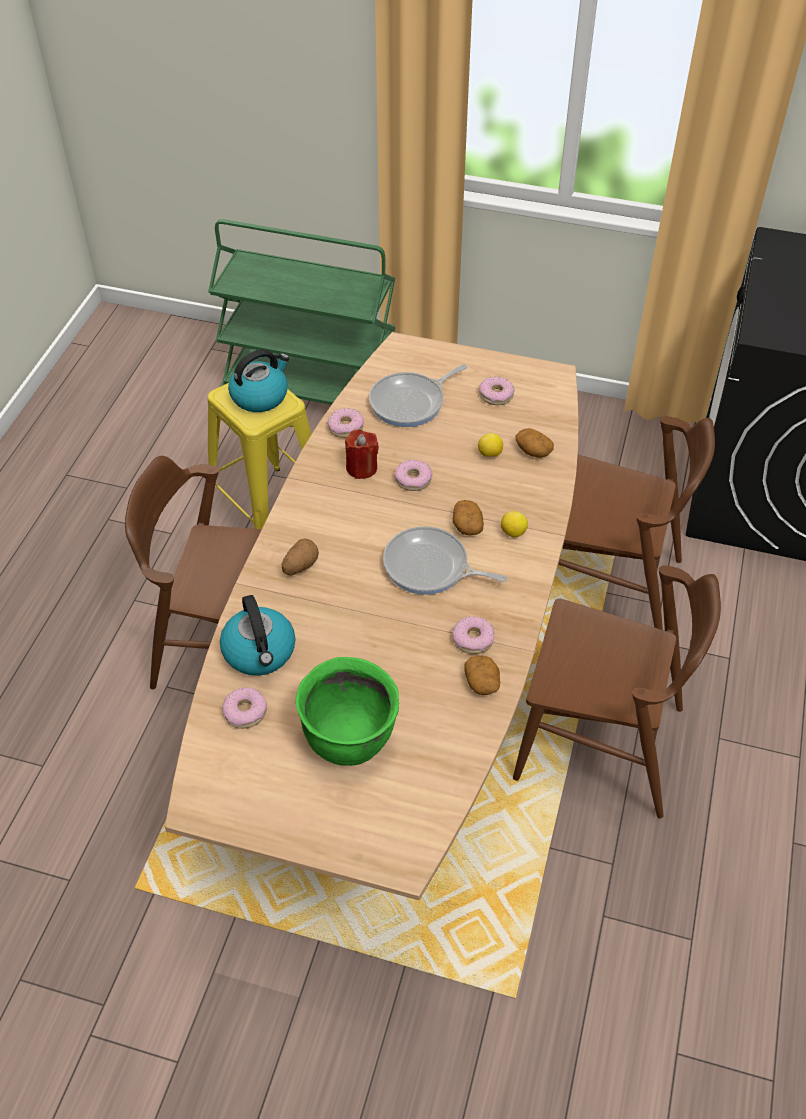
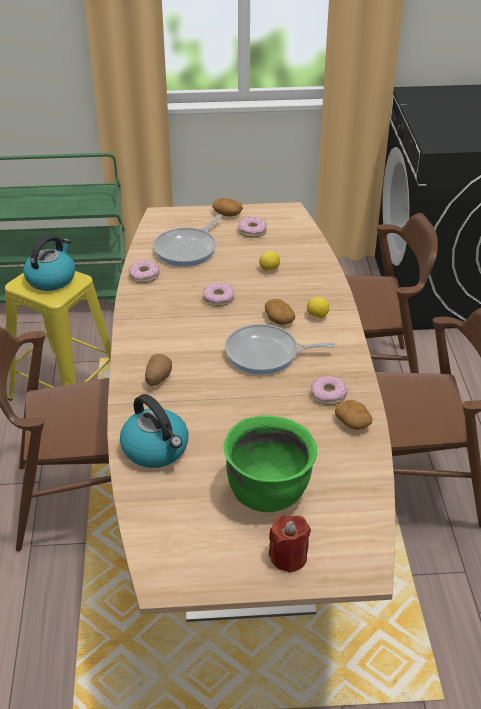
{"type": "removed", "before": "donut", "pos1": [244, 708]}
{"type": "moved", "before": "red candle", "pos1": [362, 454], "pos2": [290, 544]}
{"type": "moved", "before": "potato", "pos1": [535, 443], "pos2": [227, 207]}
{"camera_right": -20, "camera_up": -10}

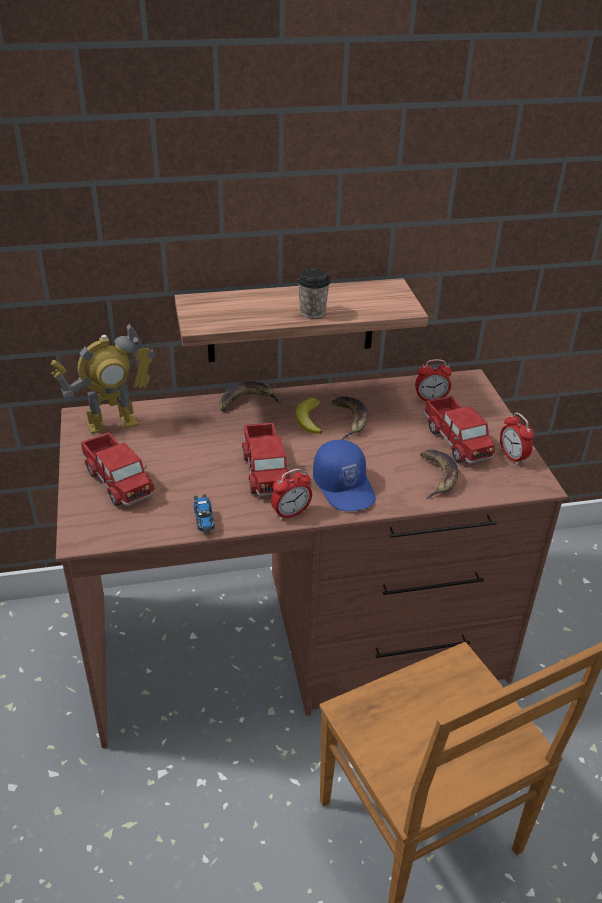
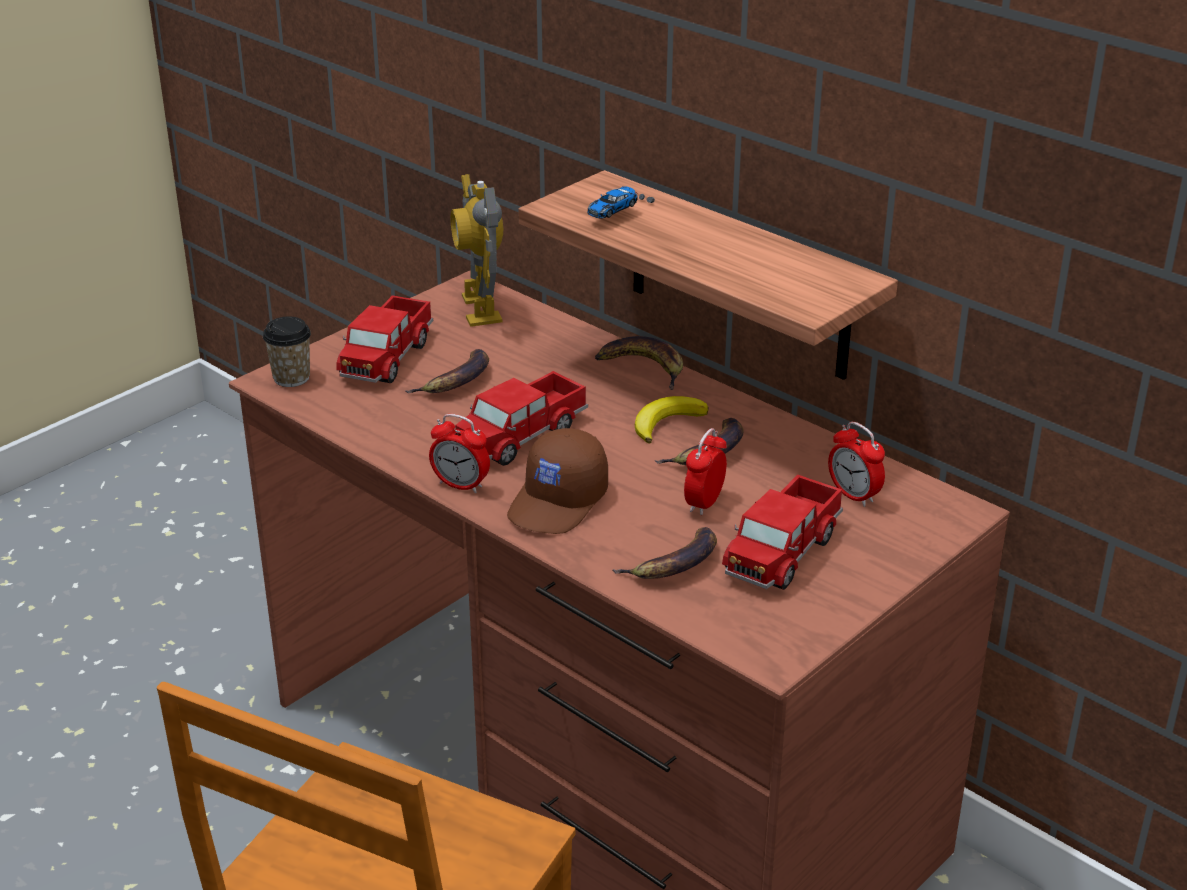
{"type": "added", "after": "banana", "pos2": [447, 371]}
{"type": "moved", "before": "toy car", "pos1": [204, 513], "pos2": [621, 202]}
{"type": "moved", "before": "cup", "pos1": [314, 293], "pos2": [287, 352]}
{"type": "moved", "before": "alarm clock", "pos1": [517, 439], "pos2": [705, 471]}
{"type": "recoloured", "before": "blue cap", "after": "brown cap", "pos1": [344, 475], "pos2": [557, 481]}
{"type": "turned", "before": "toy robot", "pos1": [103, 379], "pos2": [477, 250], "turn": 45}
{"camera_right": 55, "camera_up": -5}

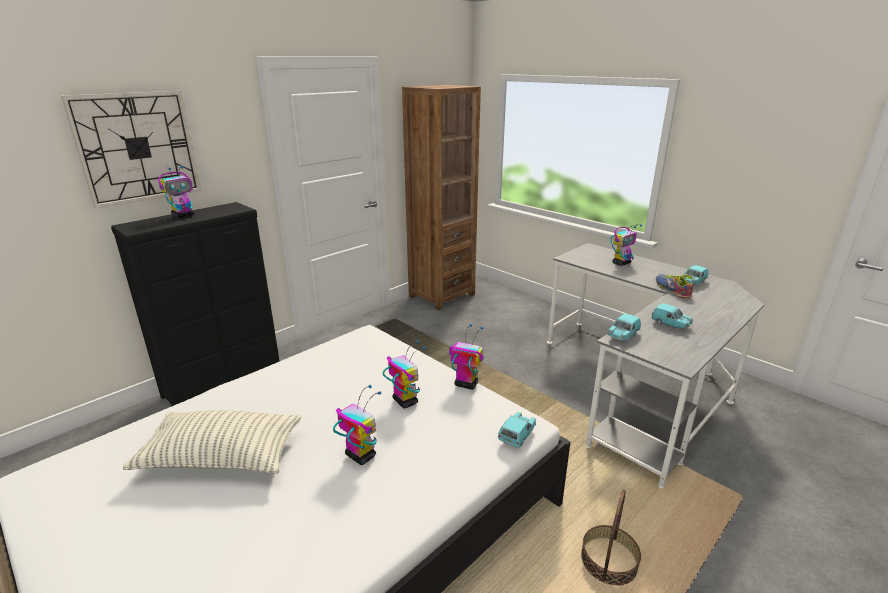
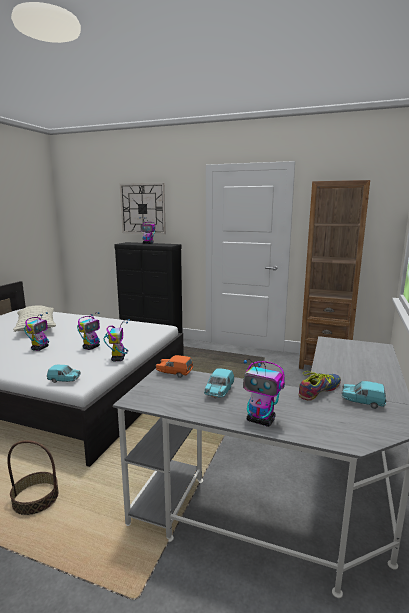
{"type": "moved", "before": "toy robot", "pos1": [626, 245], "pos2": [264, 393]}
{"type": "recoloured", "before": "turquoise toy car", "after": "orange toy car", "pos1": [624, 327], "pos2": [174, 366]}
{"camera_right": 65, "camera_up": -10}

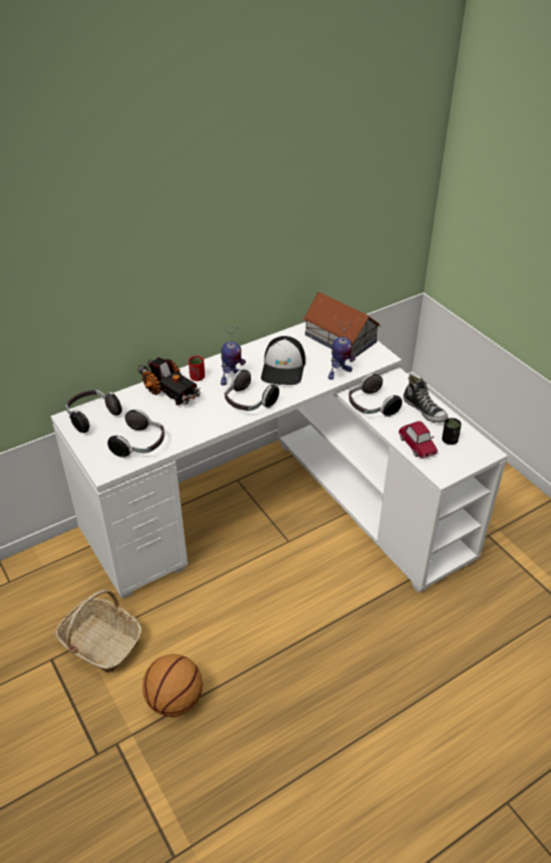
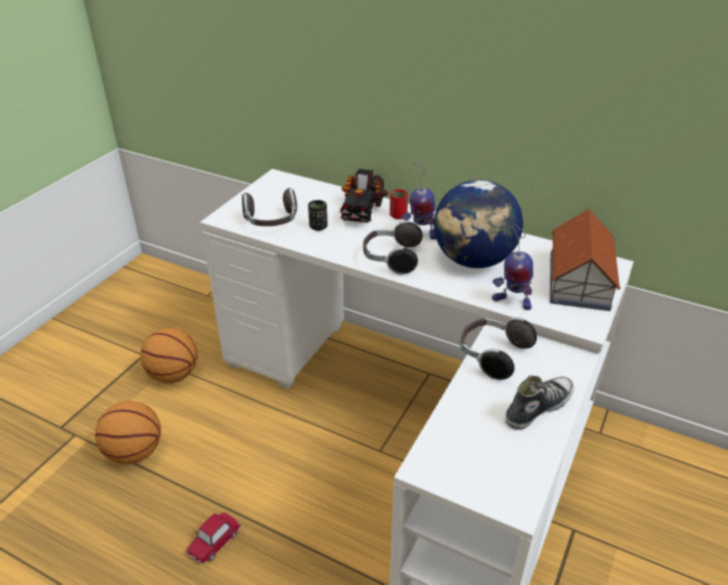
{"type": "removed", "before": "headphones", "pos1": [94, 411]}
{"type": "moved", "before": "toy car", "pos1": [418, 440], "pos2": [213, 538]}
{"type": "moved", "before": "black cup", "pos1": [451, 431], "pos2": [318, 215]}
{"type": "replaced", "before": "basket", "after": "basketball", "pos1": [98, 631], "pos2": [169, 355]}
{"type": "replaced", "before": "cap", "after": "globe", "pos1": [283, 360], "pos2": [478, 224]}
{"type": "turned", "before": "shoe", "pos1": [425, 399], "pos2": [540, 402], "turn": -150}
{"camera_right": 60, "camera_up": -5}

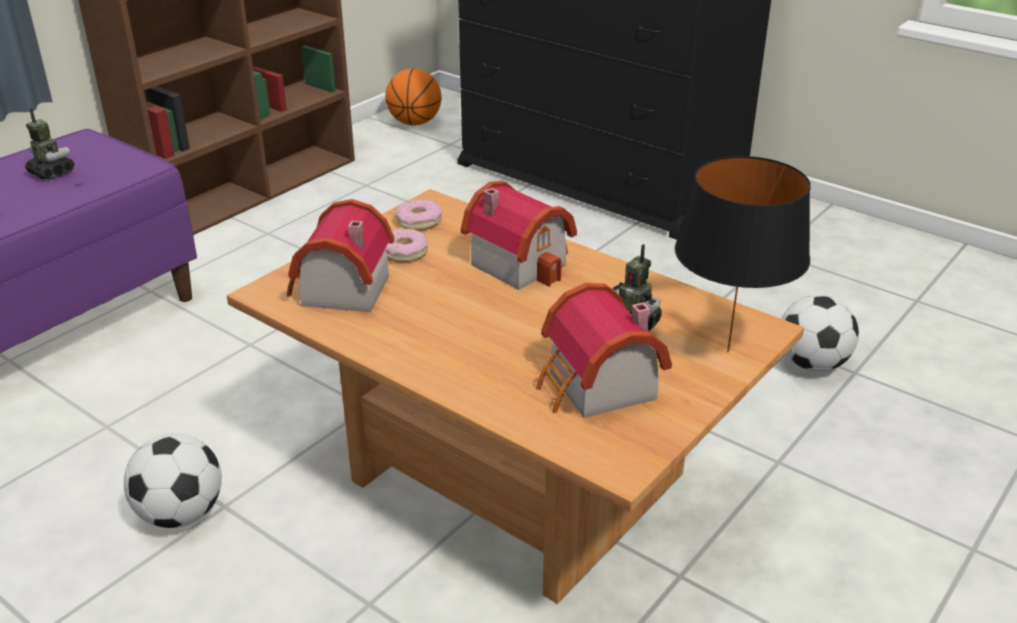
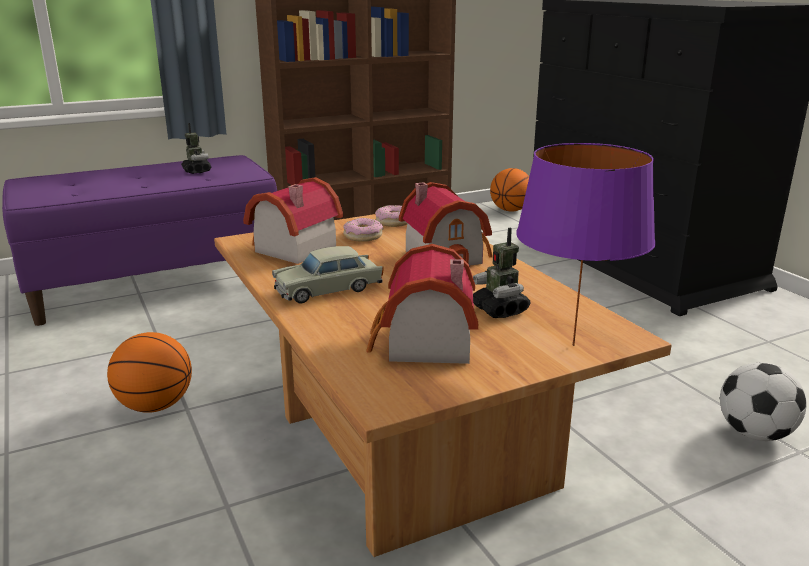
{"type": "added", "after": "beige toy car", "pos2": [328, 274]}
{"type": "replaced", "before": "football", "after": "basketball", "pos1": [173, 480], "pos2": [149, 372]}
{"type": "recoloured", "before": "black table lamp", "after": "purple table lamp", "pos1": [743, 254], "pos2": [586, 244]}
{"camera_right": 25, "camera_up": -10}

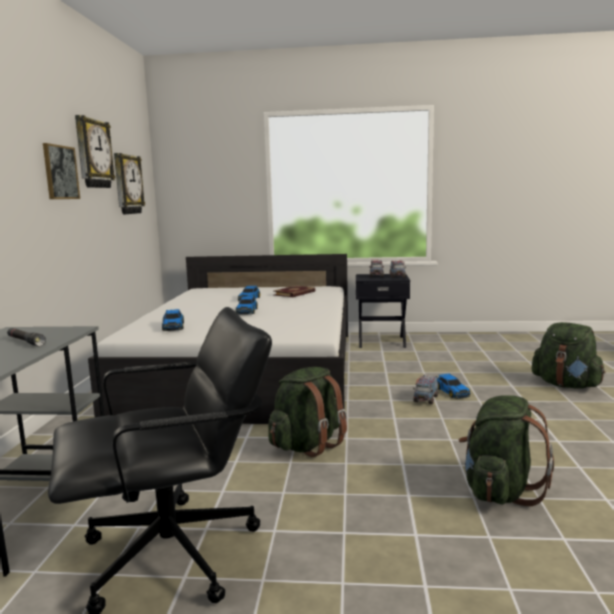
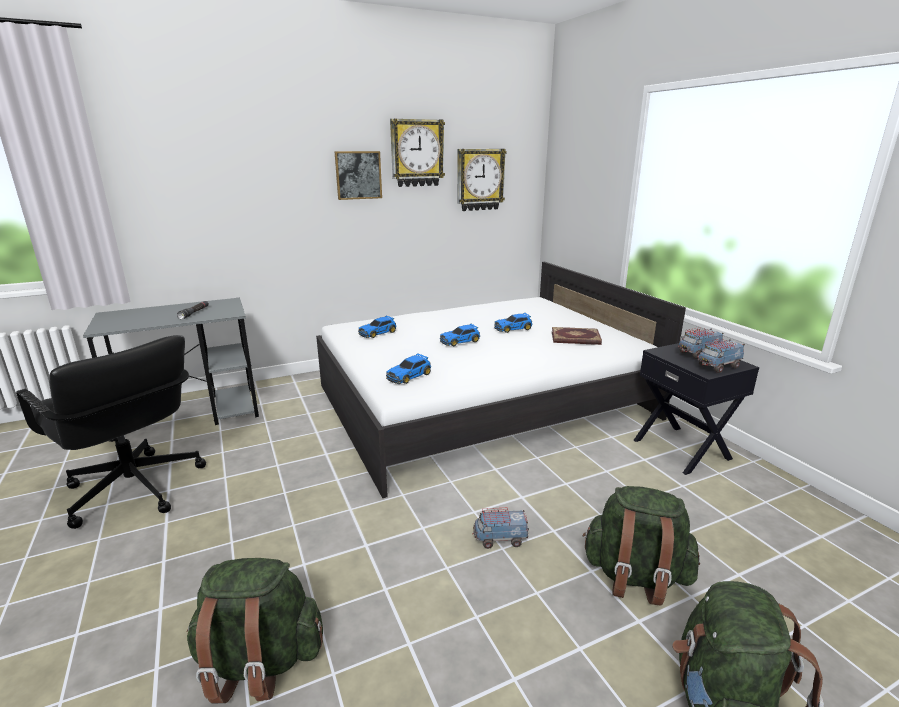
{"type": "moved", "before": "green backpack", "pos1": [307, 412], "pos2": [641, 546]}
{"type": "moved", "before": "toy car", "pos1": [454, 386], "pos2": [408, 368]}
{"camera_right": 60, "camera_up": 10}

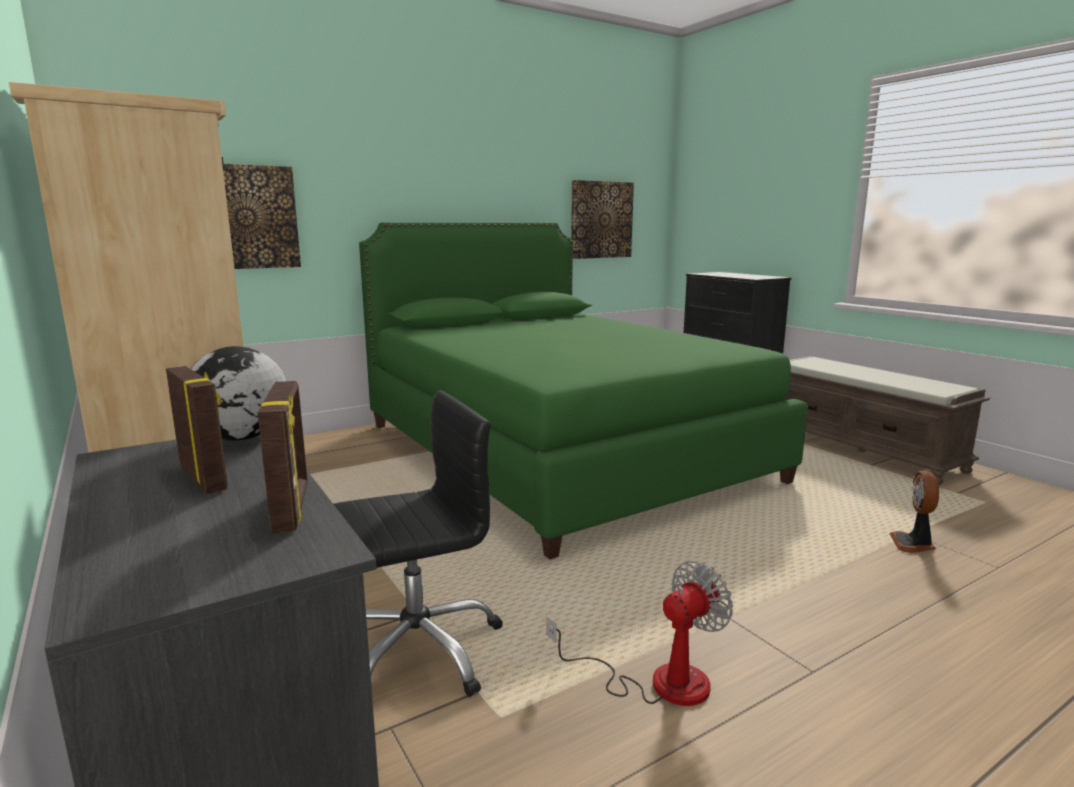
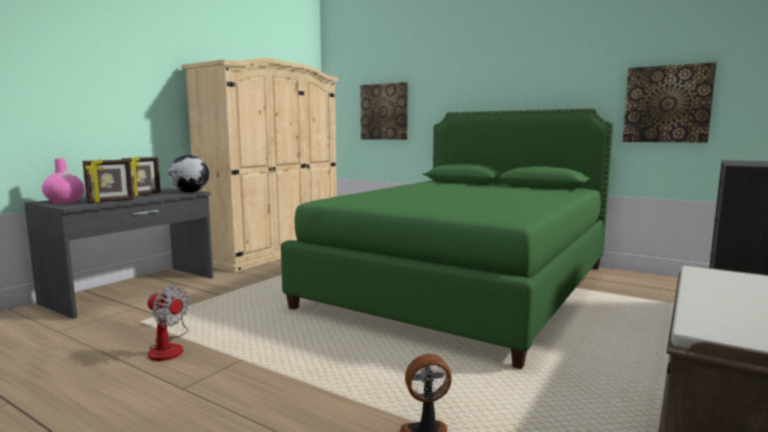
{"type": "removed", "before": "black office chair", "pos1": [418, 543]}
{"type": "added", "after": "pink vase", "pos2": [63, 181]}
{"camera_right": 65, "camera_up": -5}

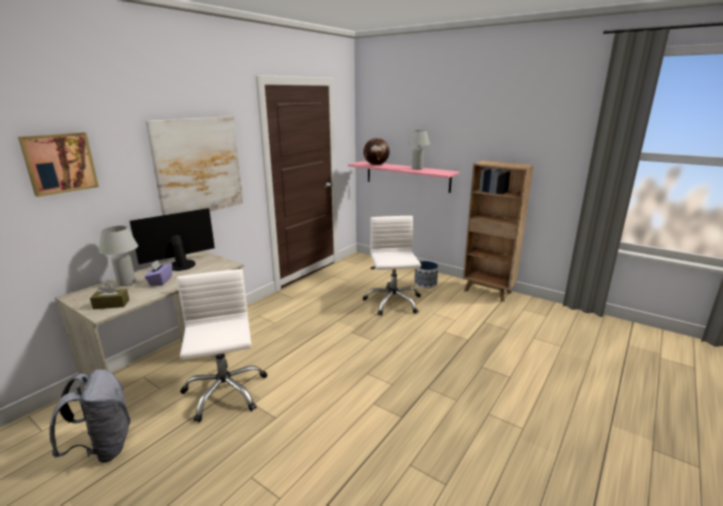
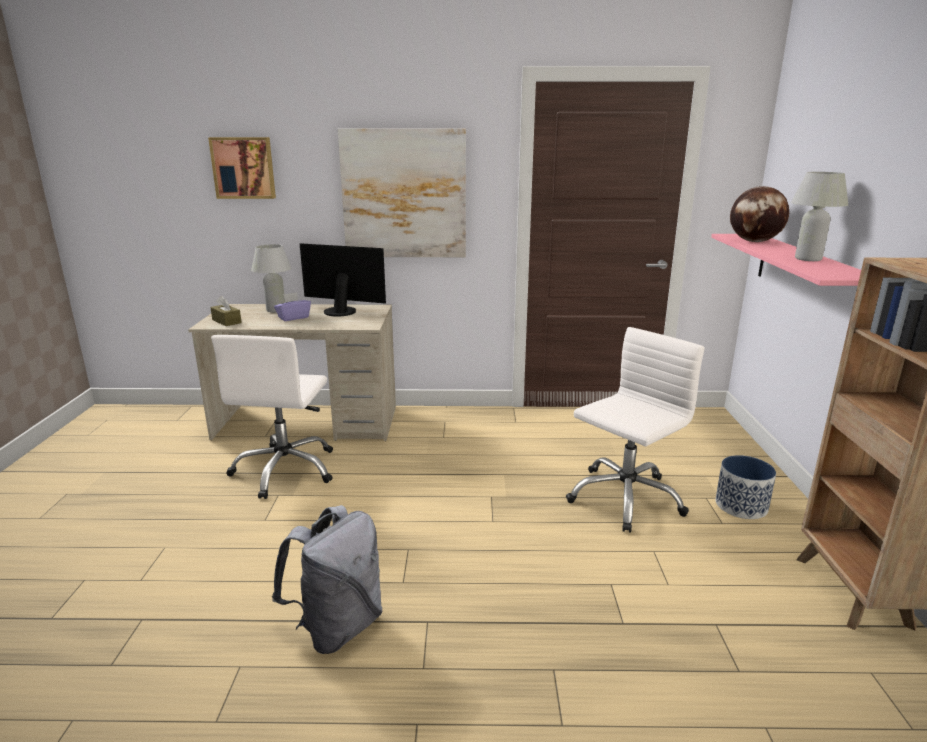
{"type": "moved", "before": "grey backpack", "pos1": [89, 416], "pos2": [327, 579]}
{"type": "turned", "before": "white office chair", "pos1": [222, 345], "pos2": [272, 417], "turn": 150}
{"camera_right": 55, "camera_up": 0}

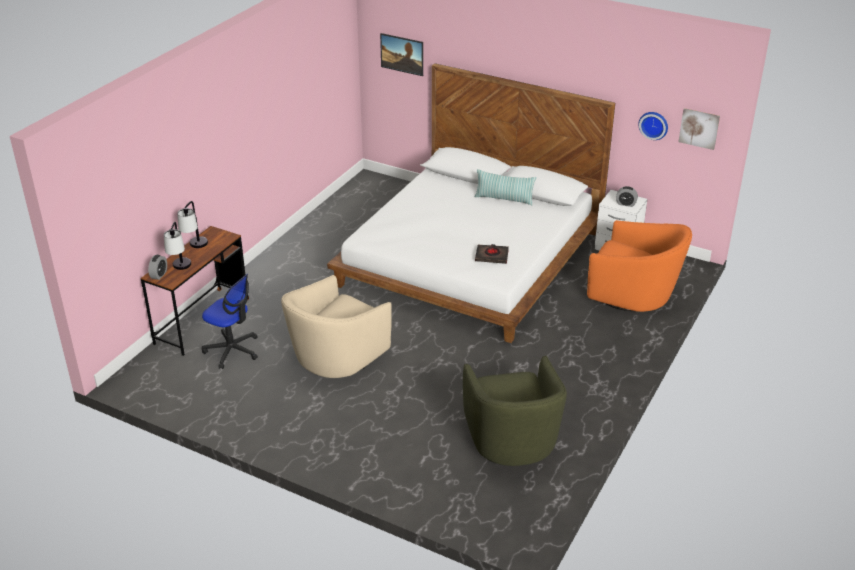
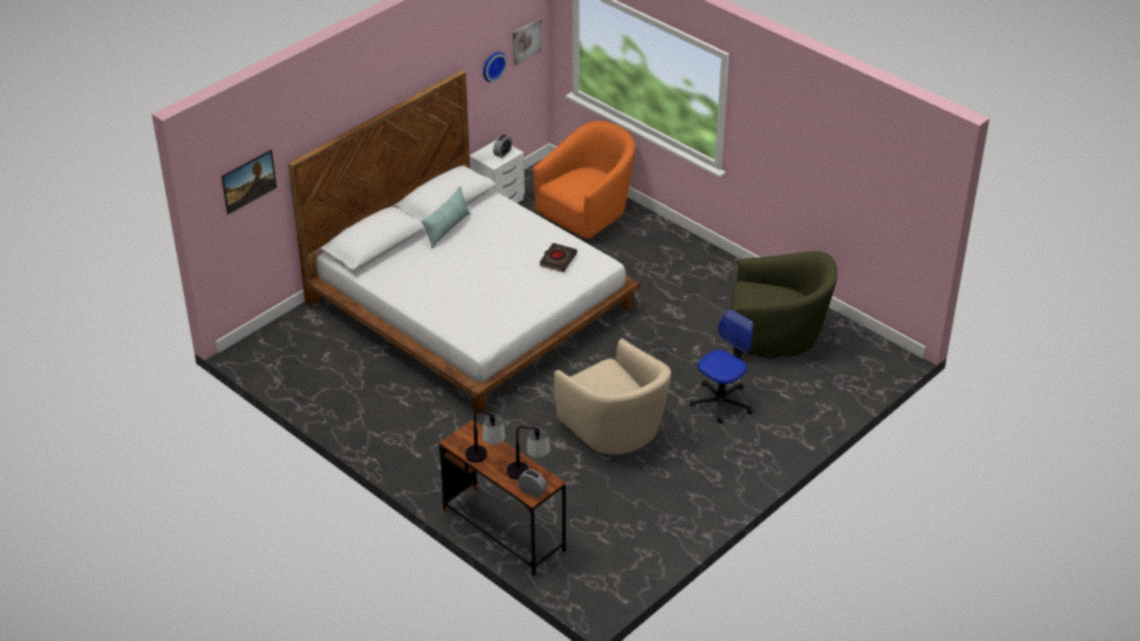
{"type": "moved", "before": "office chair", "pos1": [230, 321], "pos2": [722, 366]}
{"camera_right": -75, "camera_up": 5}

